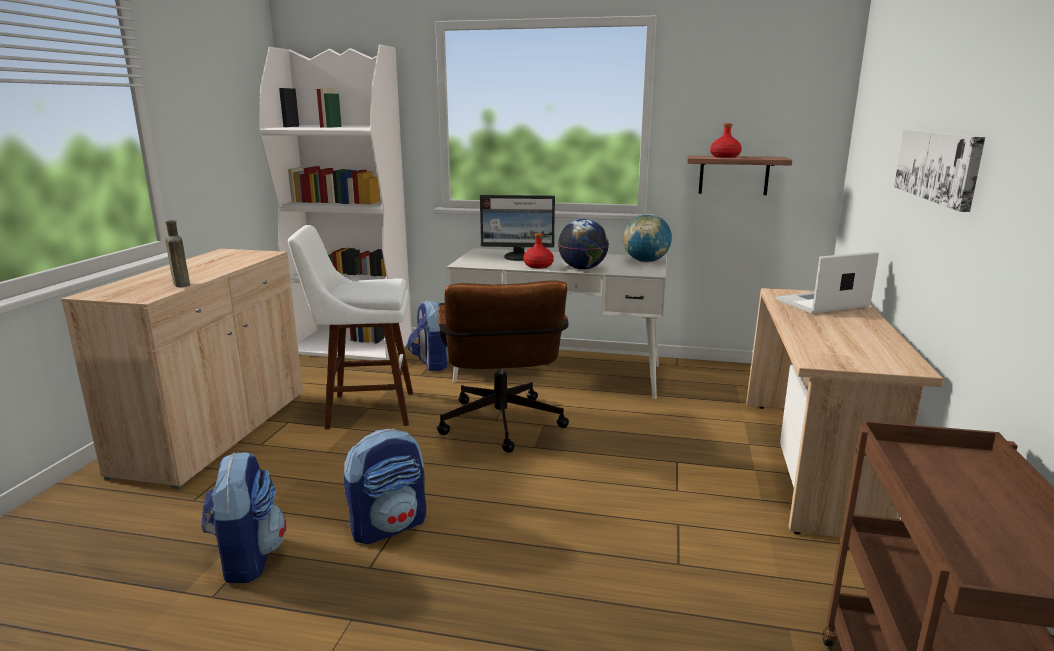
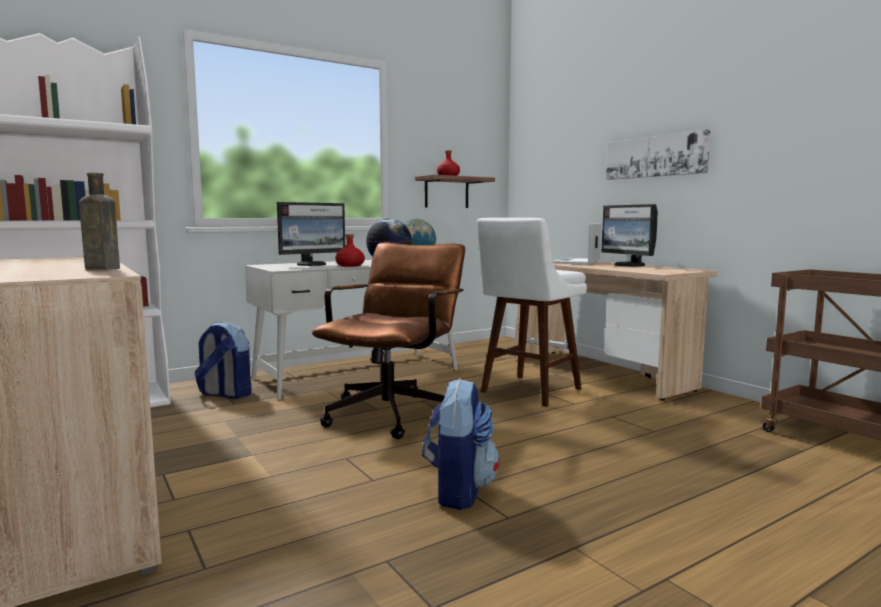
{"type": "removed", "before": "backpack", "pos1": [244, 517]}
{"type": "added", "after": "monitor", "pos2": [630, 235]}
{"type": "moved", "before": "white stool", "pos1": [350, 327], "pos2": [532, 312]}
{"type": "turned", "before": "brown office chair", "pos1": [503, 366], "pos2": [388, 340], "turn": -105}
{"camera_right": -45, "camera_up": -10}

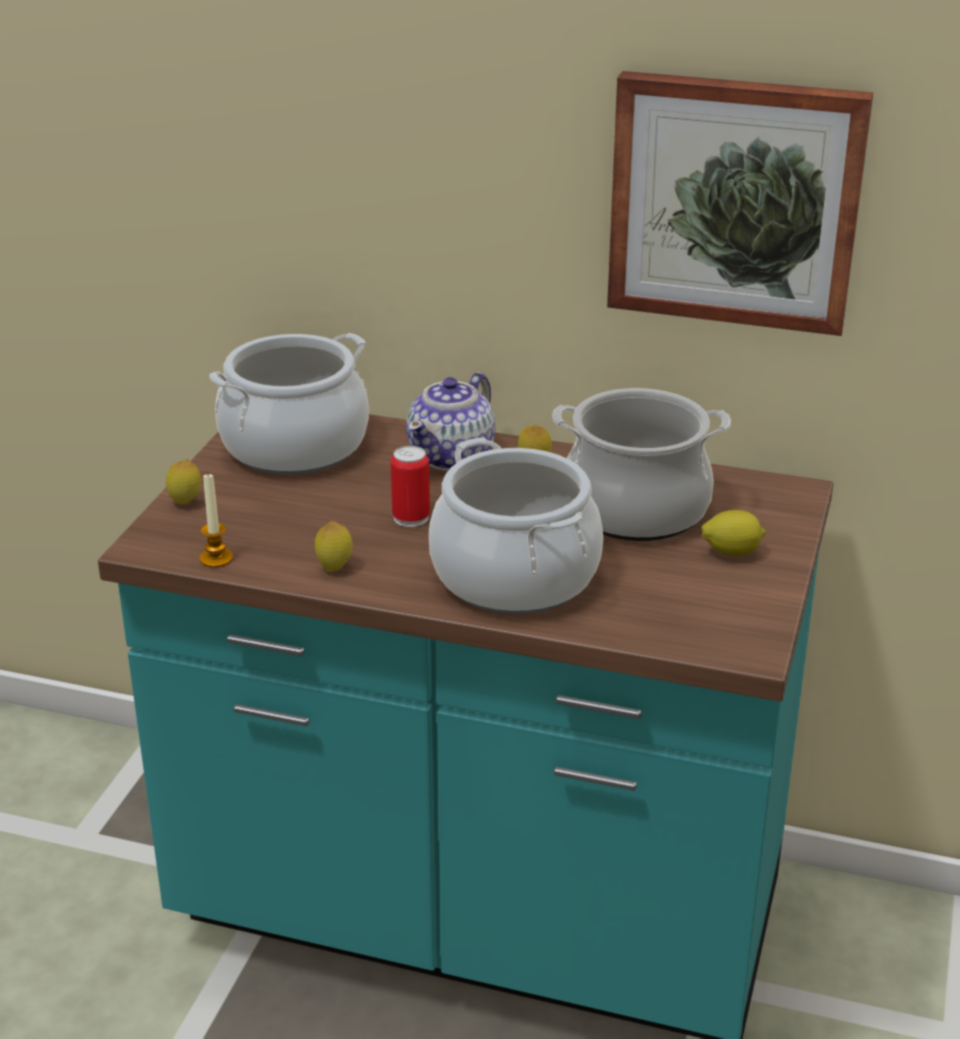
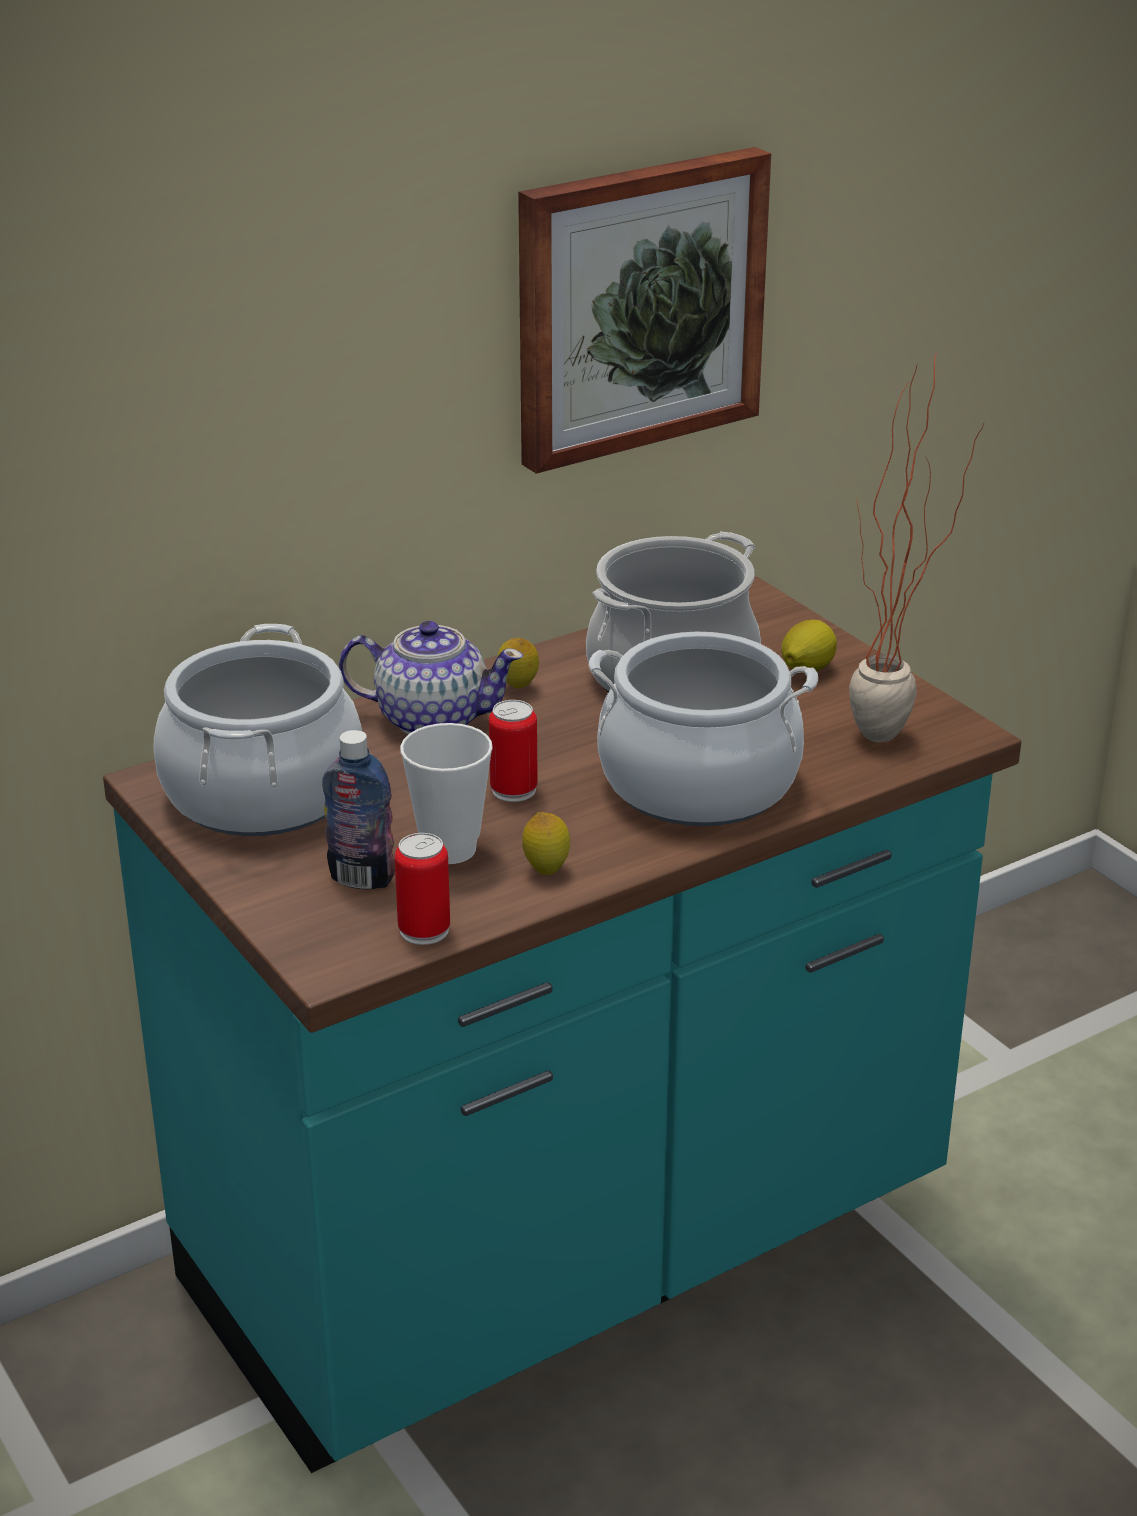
{"type": "removed", "before": "lemon", "pos1": [183, 481]}
{"type": "added", "after": "bottle", "pos2": [358, 809]}
{"type": "added", "after": "cup", "pos2": [446, 793]}
{"type": "added", "after": "potted plant", "pos2": [916, 546]}
{"type": "replaced", "before": "candle", "after": "can", "pos1": [216, 521], "pos2": [422, 889]}
{"type": "turned", "before": "teapot", "pos1": [451, 421], "pos2": [431, 677], "turn": -60}
{"camera_right": -50, "camera_up": 0}

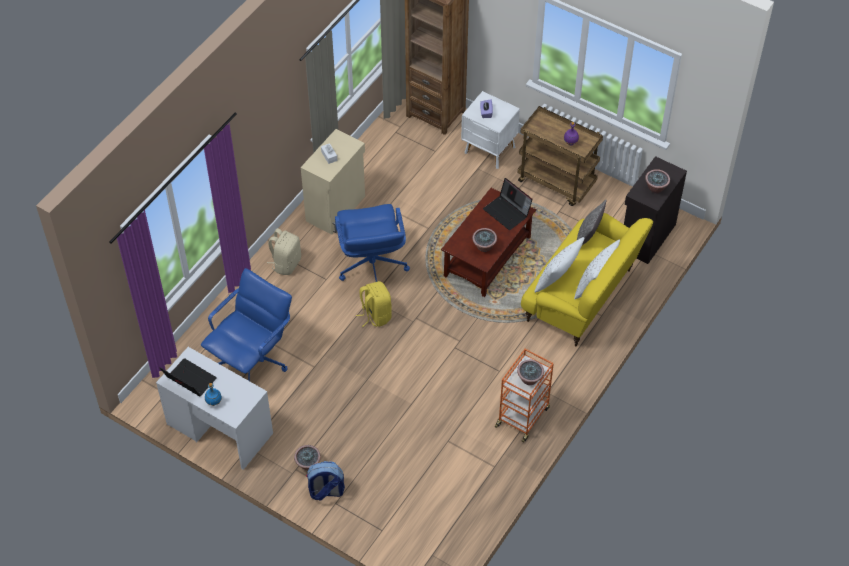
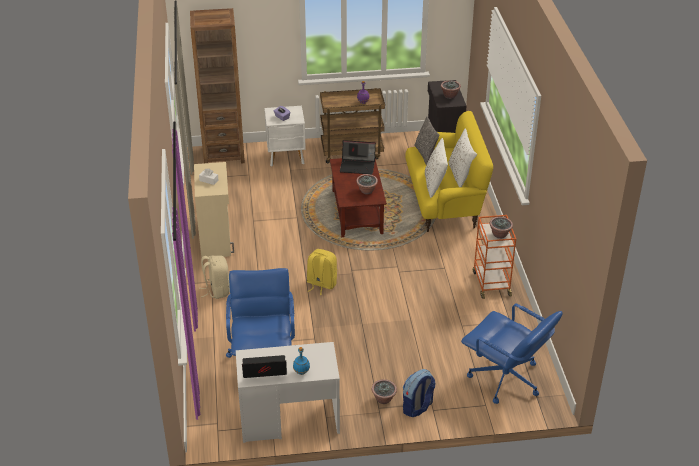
{"type": "moved", "before": "blue office chair", "pos1": [372, 243], "pos2": [512, 353]}
{"camera_right": -40, "camera_up": -15}

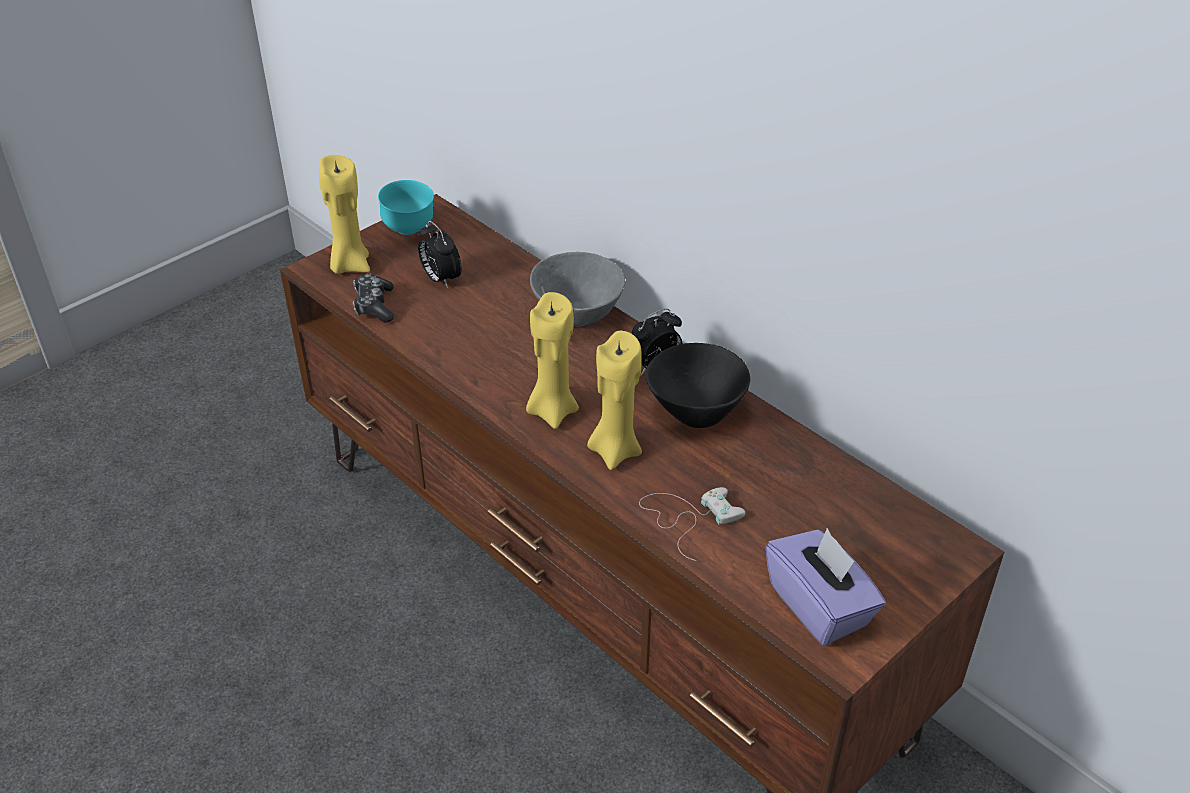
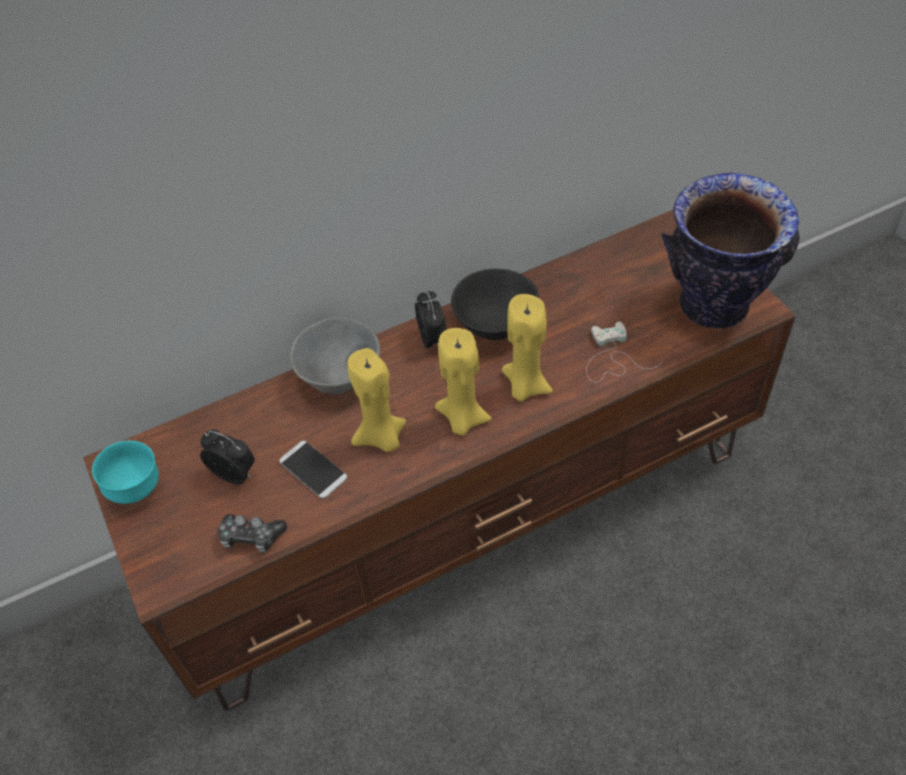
{"type": "added", "after": "phone", "pos2": [313, 469]}
{"type": "moved", "before": "yellow candle", "pos1": [344, 214], "pos2": [376, 400]}
{"type": "replaced", "before": "purple tissue box", "after": "vase", "pos1": [826, 587], "pos2": [730, 251]}
{"type": "turned", "before": "alarm clock", "pos1": [440, 254], "pos2": [227, 456], "turn": -135}
{"camera_right": -70, "camera_up": 10}

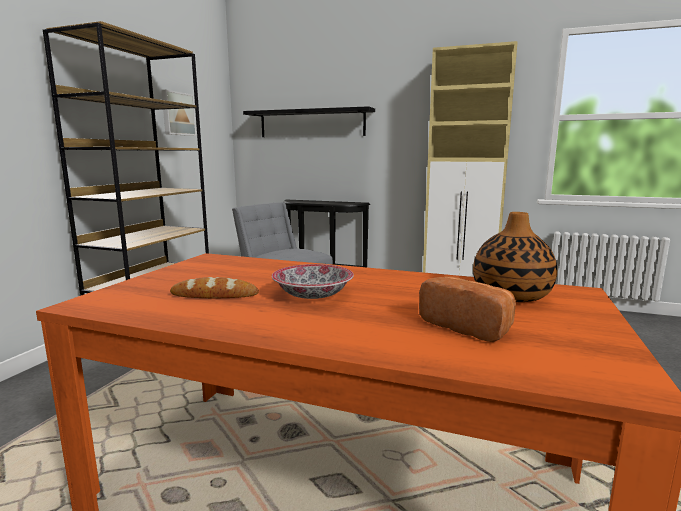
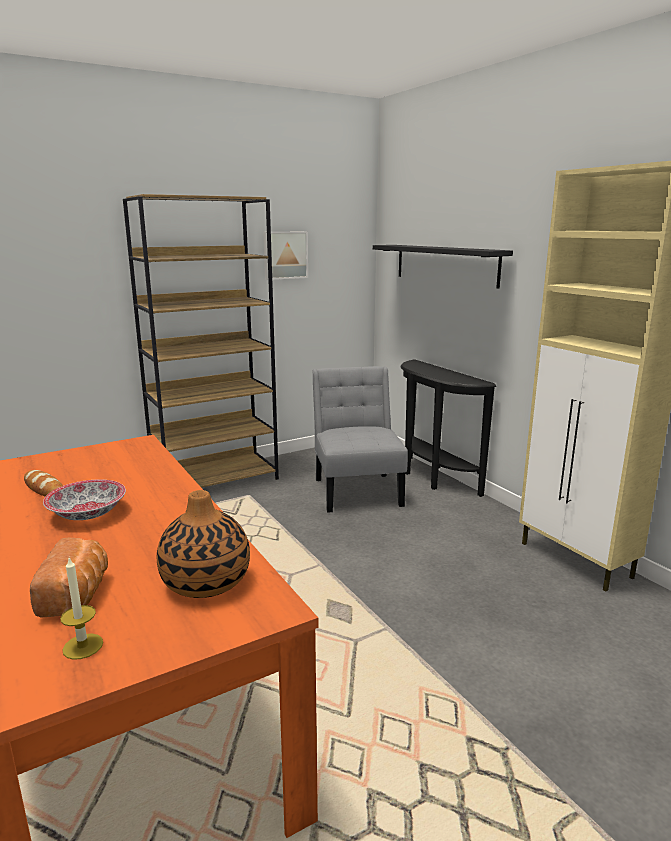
{"type": "added", "after": "candle", "pos2": [81, 609]}
{"camera_right": 40, "camera_up": 5}

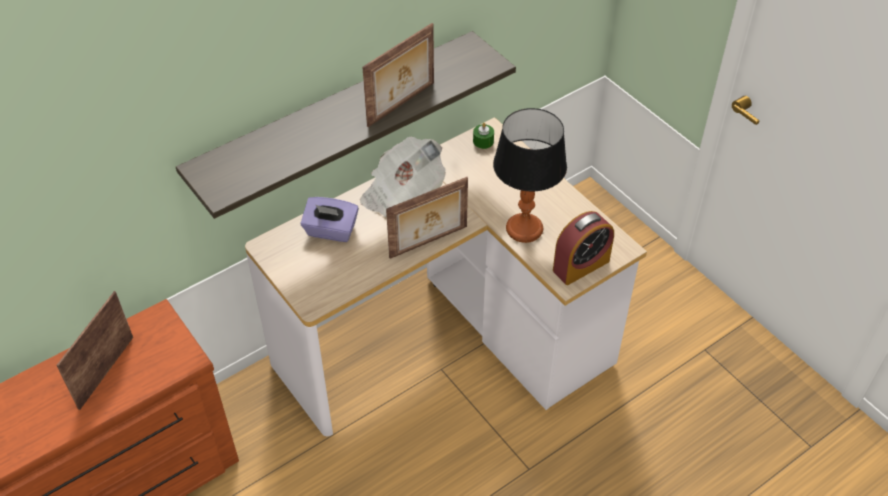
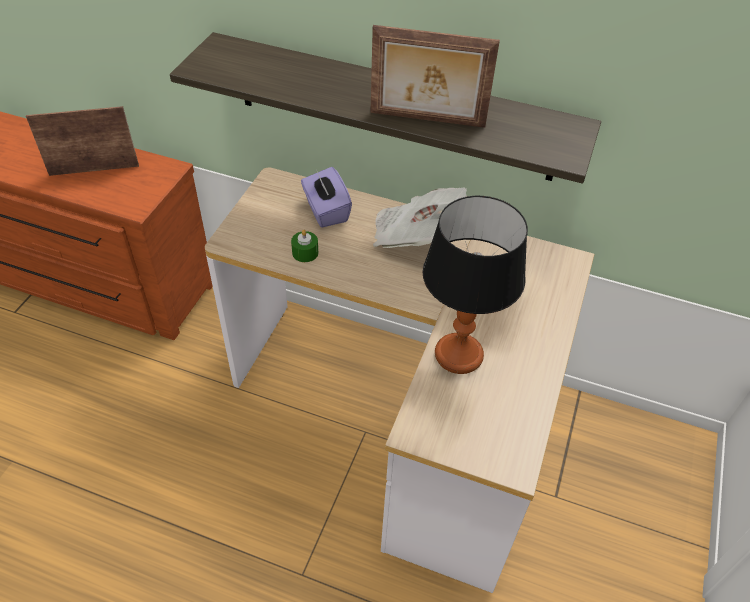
{"type": "removed", "before": "picture frame", "pos1": [427, 218]}
{"type": "removed", "before": "alarm clock", "pos1": [583, 248]}
{"type": "moved", "before": "green candle", "pos1": [483, 136], "pos2": [304, 246]}
{"camera_right": 55, "camera_up": 0}

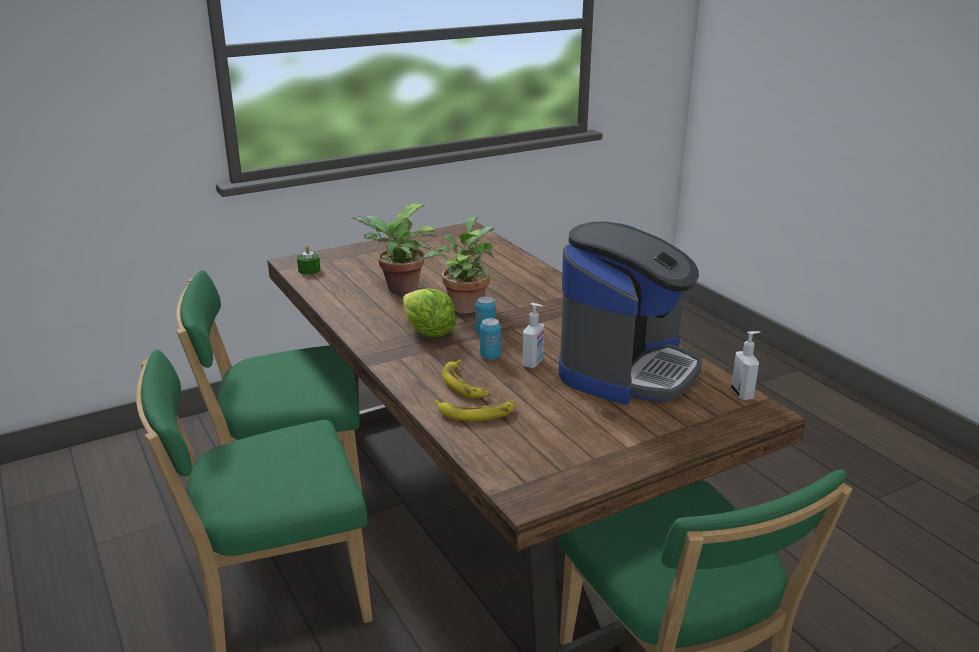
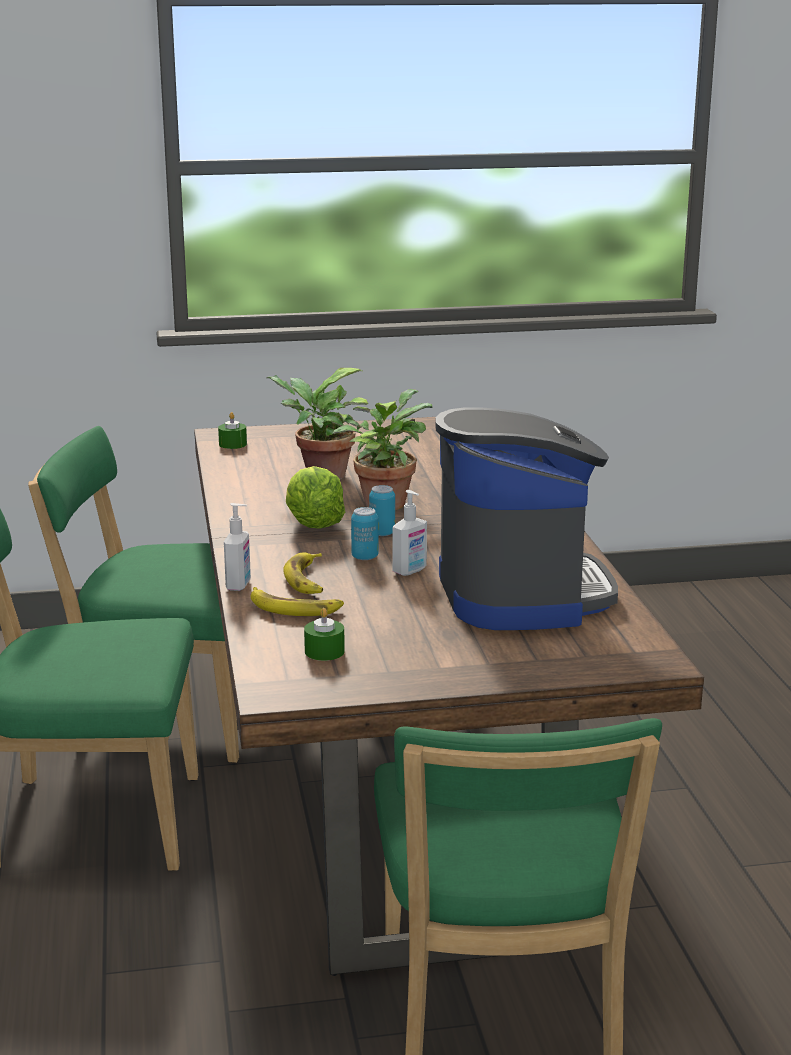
{"type": "added", "after": "green candle", "pos2": [324, 634]}
{"type": "moved", "before": "soap dispenser", "pos1": [745, 365], "pos2": [237, 547]}
{"type": "turned", "before": "coffee machine", "pos1": [630, 313], "pos2": [526, 519], "turn": -60}
{"camera_right": 20, "camera_up": -5}

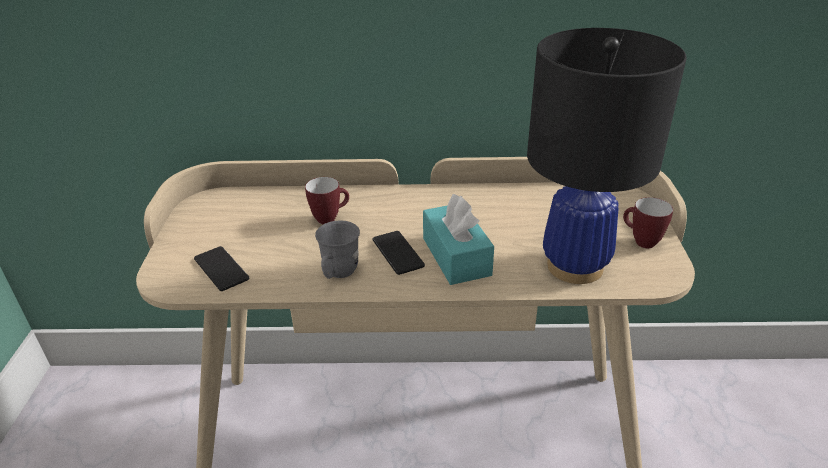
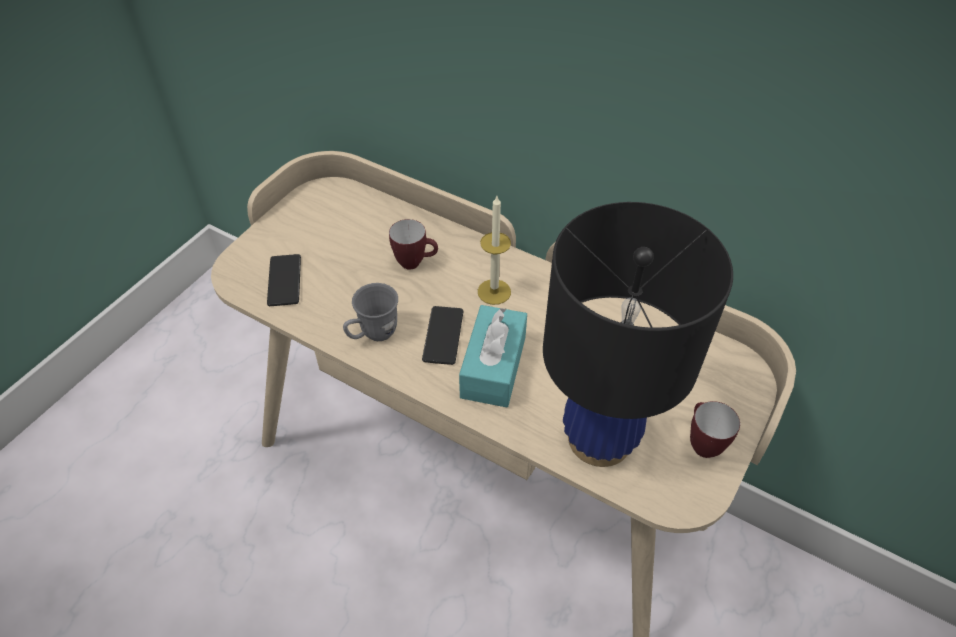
{"type": "added", "after": "candle", "pos2": [494, 250]}
{"camera_right": 30, "camera_up": 15}

